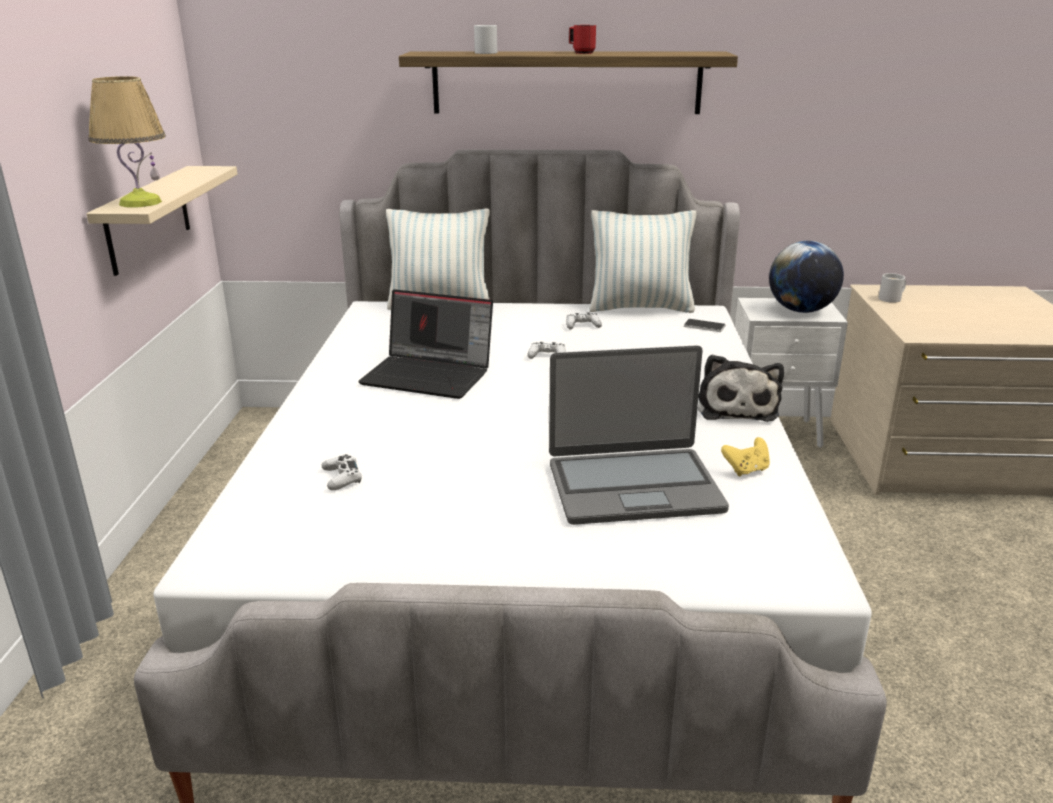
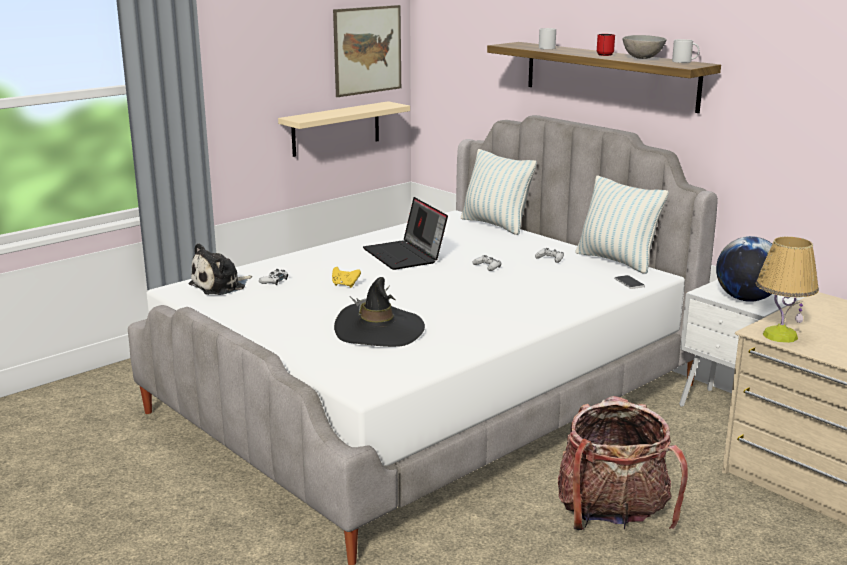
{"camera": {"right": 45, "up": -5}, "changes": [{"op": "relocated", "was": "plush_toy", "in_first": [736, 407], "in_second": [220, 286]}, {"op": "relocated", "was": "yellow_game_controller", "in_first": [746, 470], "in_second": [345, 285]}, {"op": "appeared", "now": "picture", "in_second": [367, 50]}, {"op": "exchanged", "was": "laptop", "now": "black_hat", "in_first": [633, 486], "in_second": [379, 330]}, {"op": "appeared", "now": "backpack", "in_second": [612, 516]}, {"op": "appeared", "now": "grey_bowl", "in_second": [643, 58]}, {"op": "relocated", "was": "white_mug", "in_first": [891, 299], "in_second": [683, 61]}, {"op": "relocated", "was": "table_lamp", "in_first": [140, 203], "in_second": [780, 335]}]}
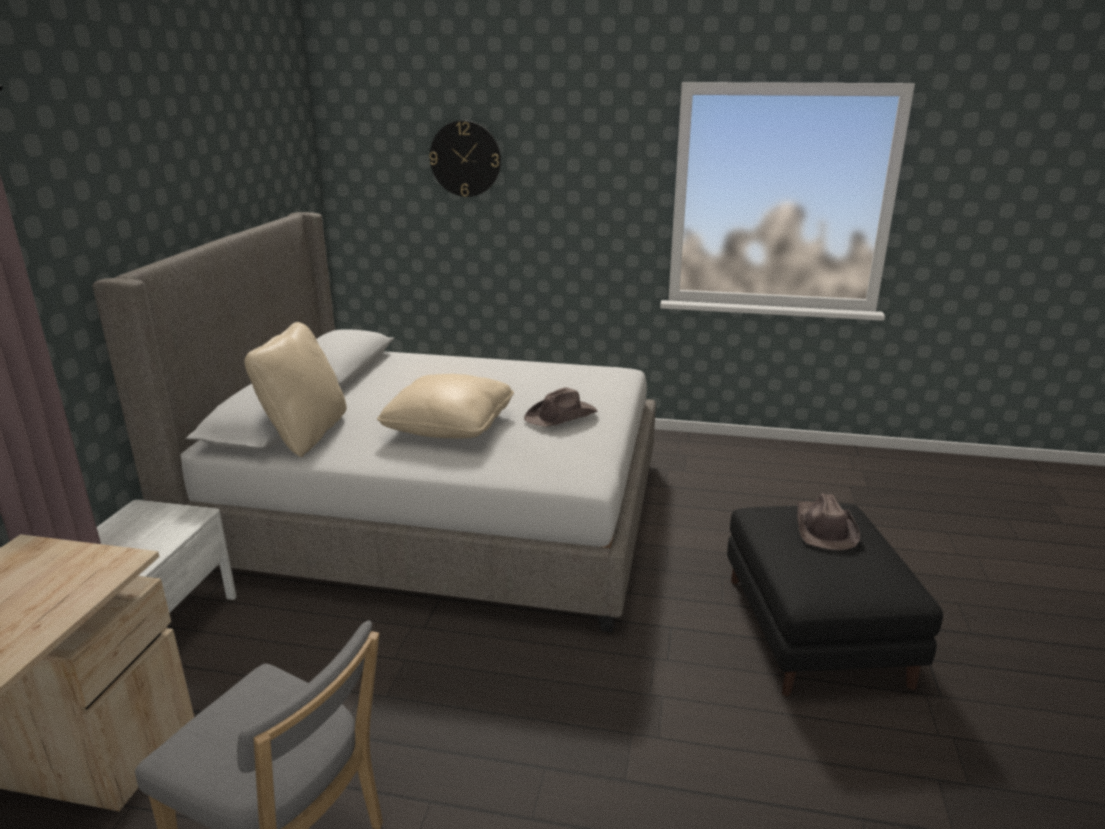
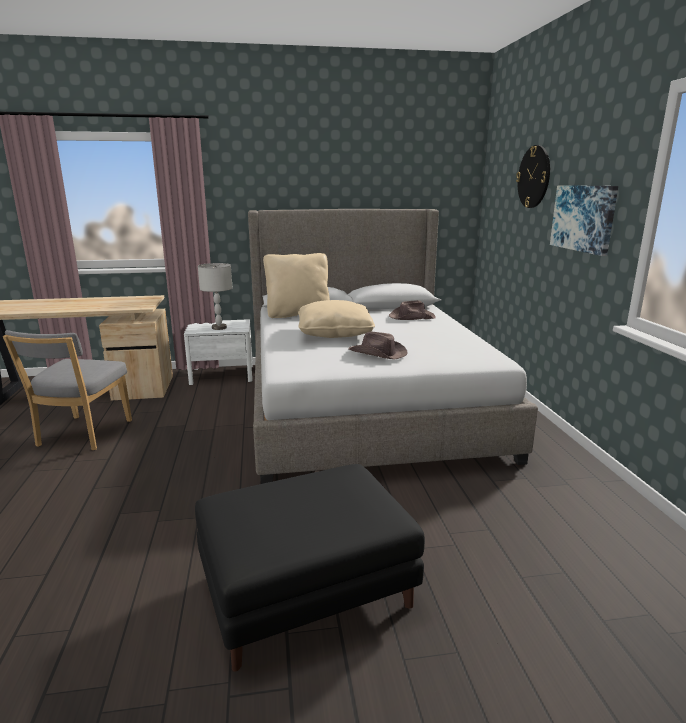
{"camera": {"right": 70, "up": -5}, "changes": [{"op": "appeared", "now": "grey_table_lamp", "in_second": [219, 328]}, {"op": "relocated", "was": "brown_hat", "in_first": [824, 528], "in_second": [411, 317]}, {"op": "appeared", "now": "picture", "in_second": [583, 218]}]}
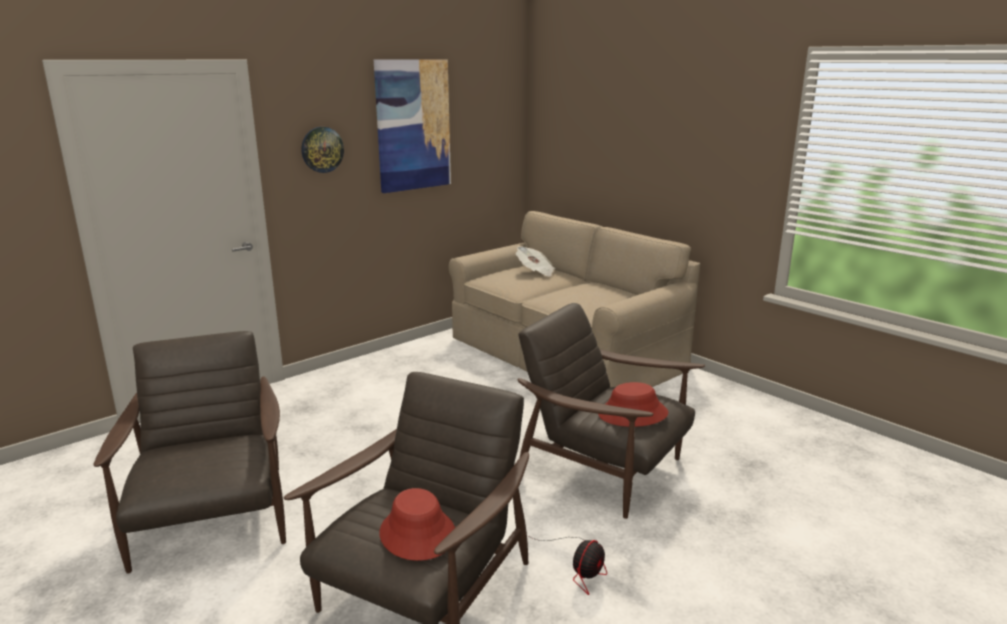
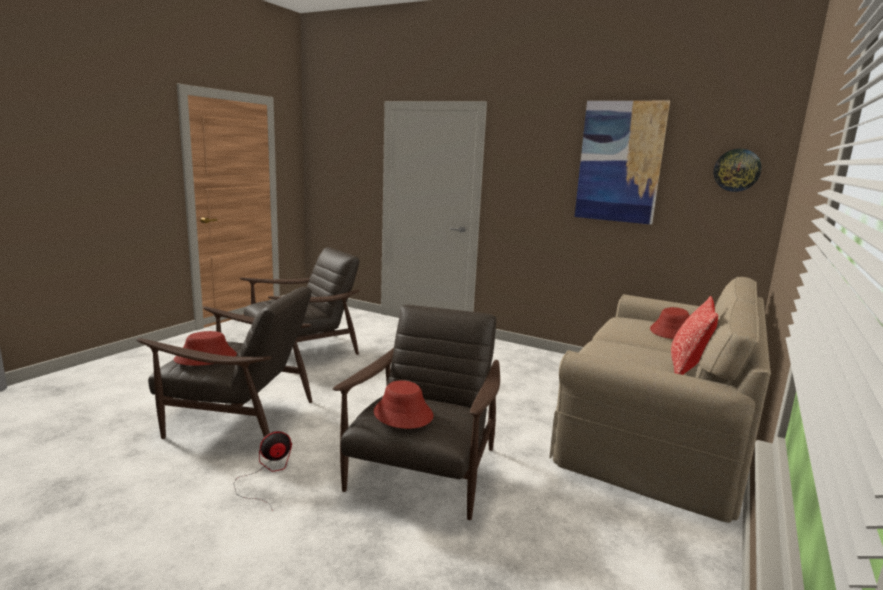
{"camera": {"right": 70, "up": -5}, "changes": [{"op": "spun", "was": "fan", "in_first": [582, 567], "in_second": [267, 473], "clockwise": 135}, {"op": "exchanged", "was": "newspaper", "now": "red_hat", "in_first": [535, 272], "in_second": [672, 331]}, {"op": "appeared", "now": "pillow", "in_second": [687, 370]}, {"op": "relocated", "was": "wall_clock", "in_first": [322, 149], "in_second": [737, 170]}]}
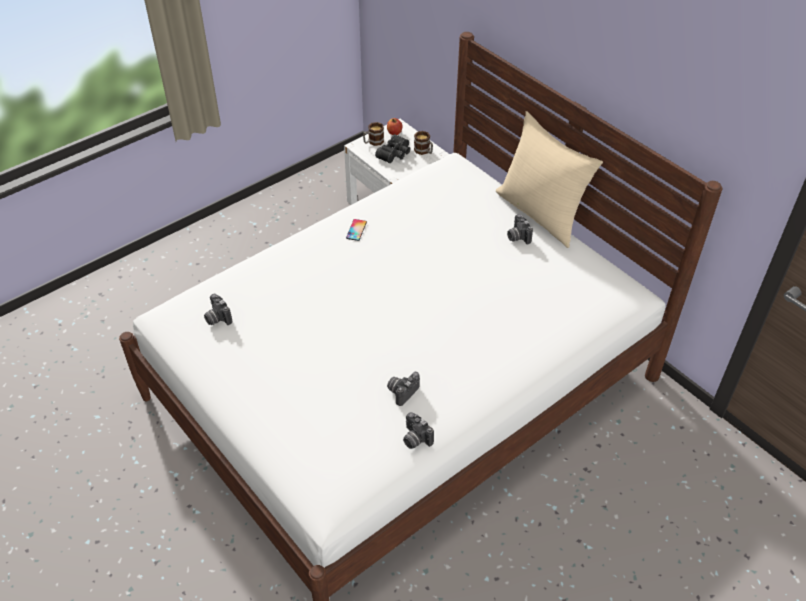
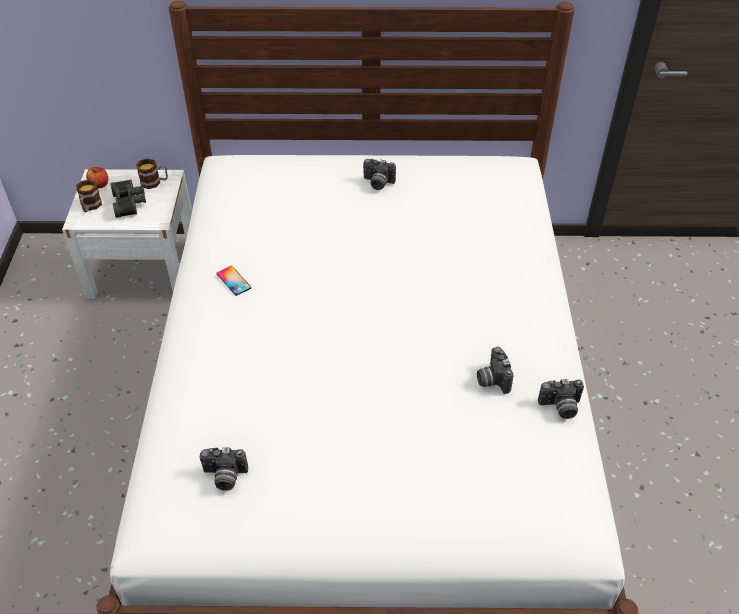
{"camera": {"right": -50, "up": 0}, "changes": [{"op": "missing", "was": "beige_pillow", "in_first": [541, 213]}]}
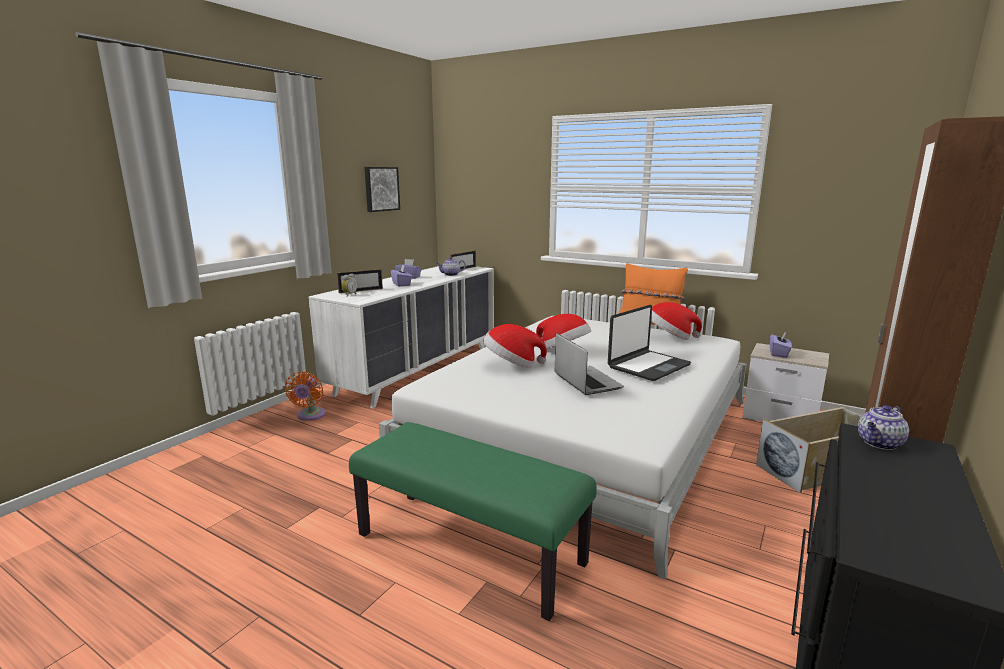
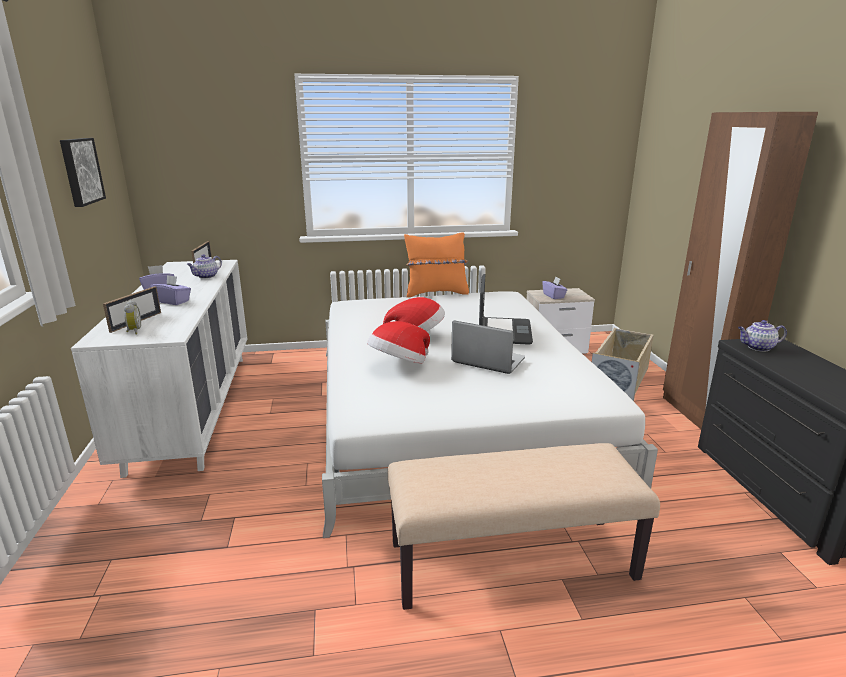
{"camera": {"right": -40, "up": 5}, "changes": [{"op": "colour", "was": "green_bench", "now": "beige_bench", "in_first": [471, 548], "in_second": [512, 560]}, {"op": "spun", "was": "teapot", "in_first": [879, 443], "in_second": [757, 347], "clockwise": 75}, {"op": "missing", "was": "orange_fan", "in_first": [310, 416]}, {"op": "missing", "was": "hat", "in_first": [669, 337]}]}
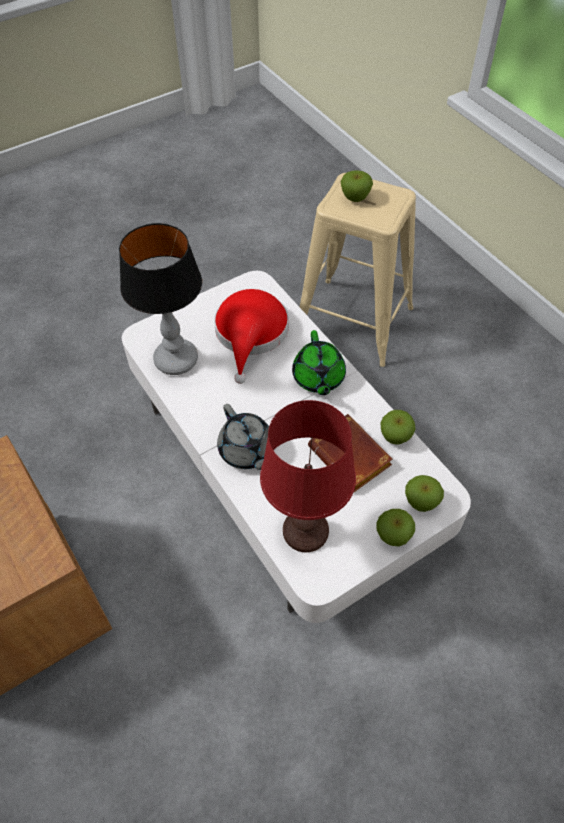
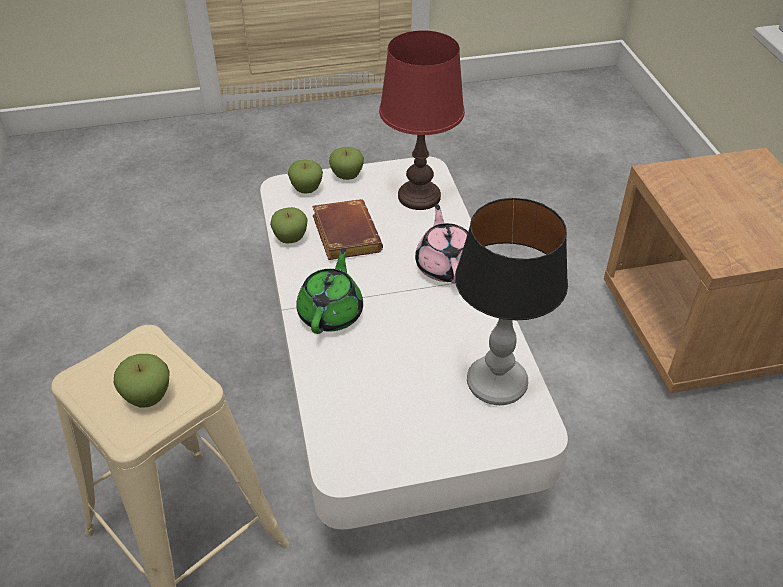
{"camera": {"right": -160, "up": -10}, "changes": [{"op": "colour", "was": "grey_teapot", "now": "pink_teapot", "in_first": [247, 451], "in_second": [446, 266]}, {"op": "missing", "was": "red_hat", "in_first": [251, 334]}]}
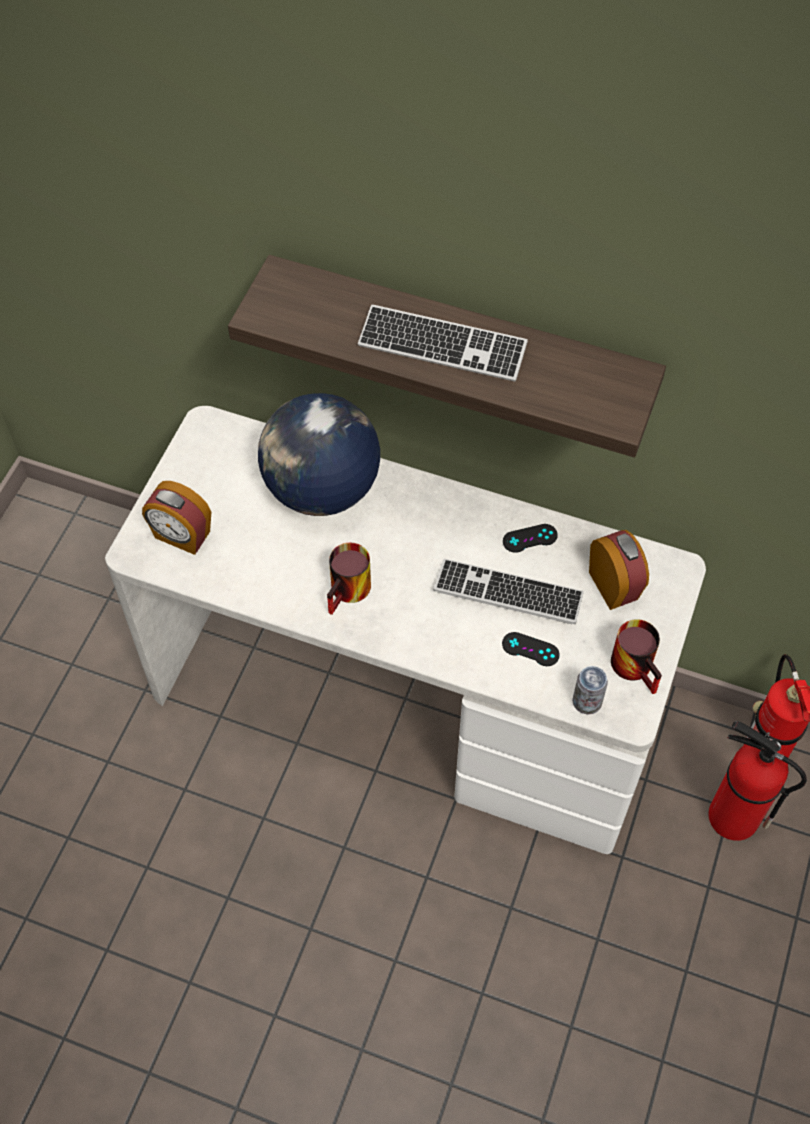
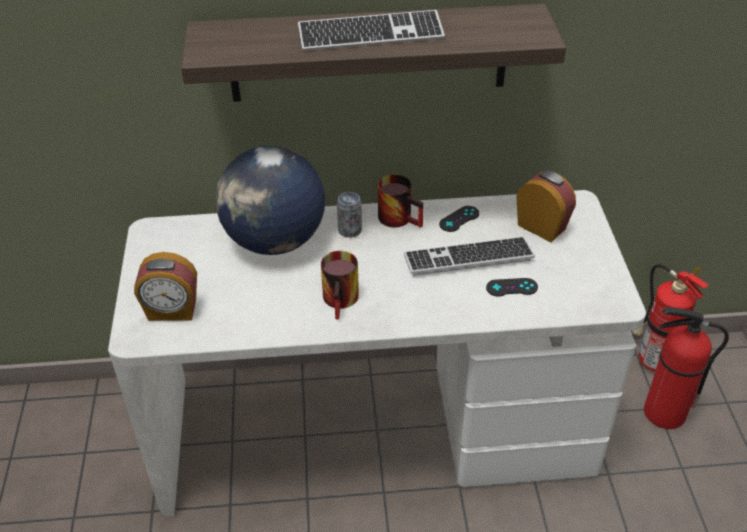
{"camera": {"right": -25, "up": -15}, "changes": [{"op": "relocated", "was": "can", "in_first": [587, 701], "in_second": [350, 230]}, {"op": "relocated", "was": "mug", "in_first": [638, 666], "in_second": [401, 217]}]}
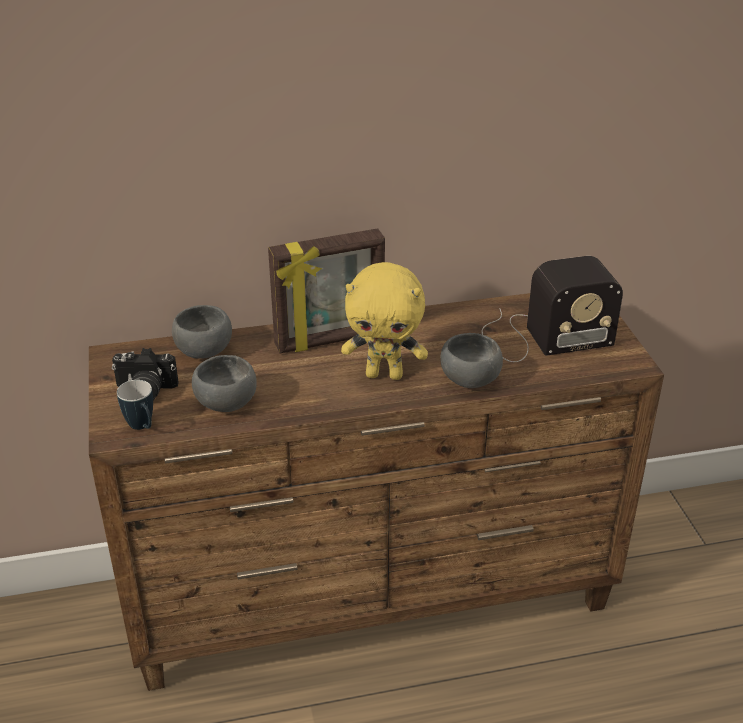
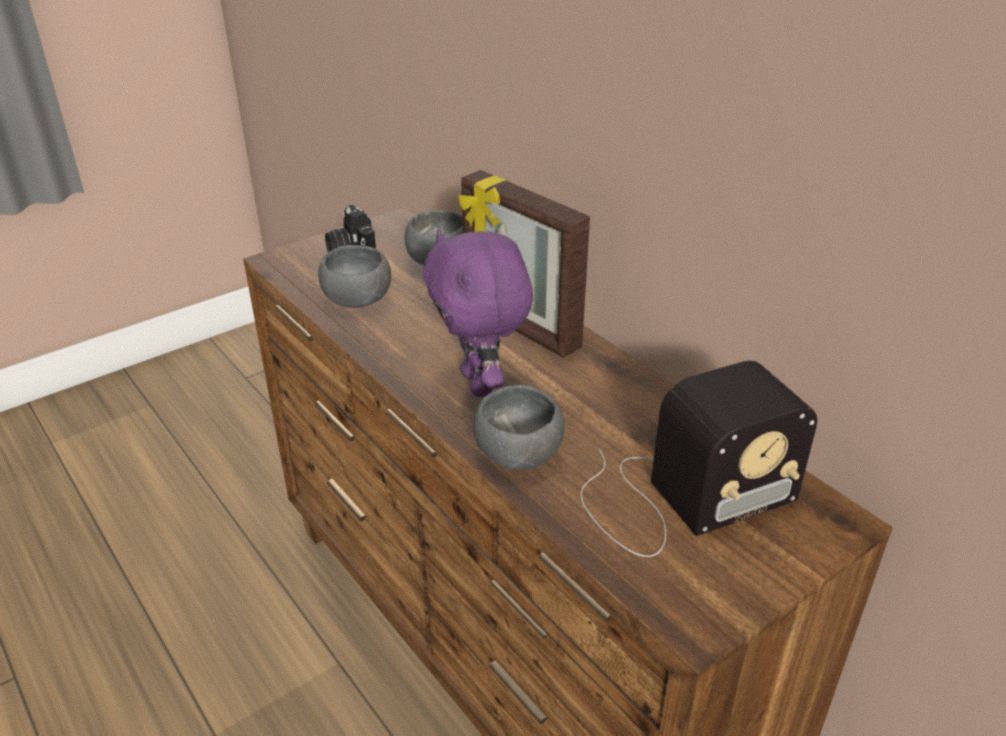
{"camera": {"right": 65, "up": 0}, "changes": [{"op": "colour", "was": "yellow_plush_toy", "now": "purple_plush_toy", "in_first": [385, 374], "in_second": [480, 384]}, {"op": "spun", "was": "radio", "in_first": [541, 337], "in_second": [679, 498], "clockwise": -75}, {"op": "missing", "was": "mug", "in_first": [143, 427]}]}
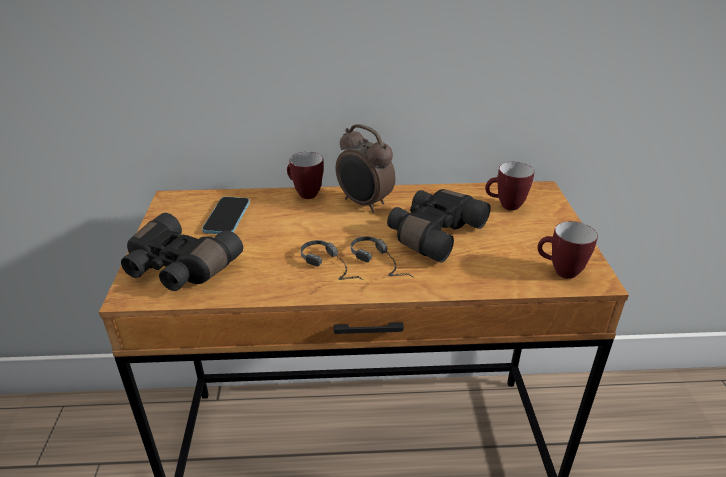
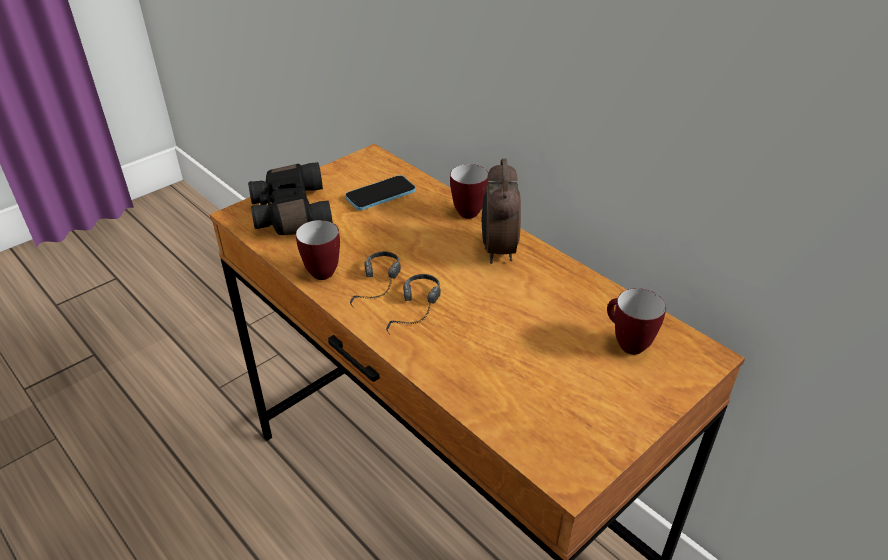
{"camera": {"right": 50, "up": 5}, "changes": [{"op": "relocated", "was": "mug", "in_first": [559, 271], "in_second": [321, 270]}, {"op": "missing", "was": "black_binoculars", "in_first": [433, 233]}]}
